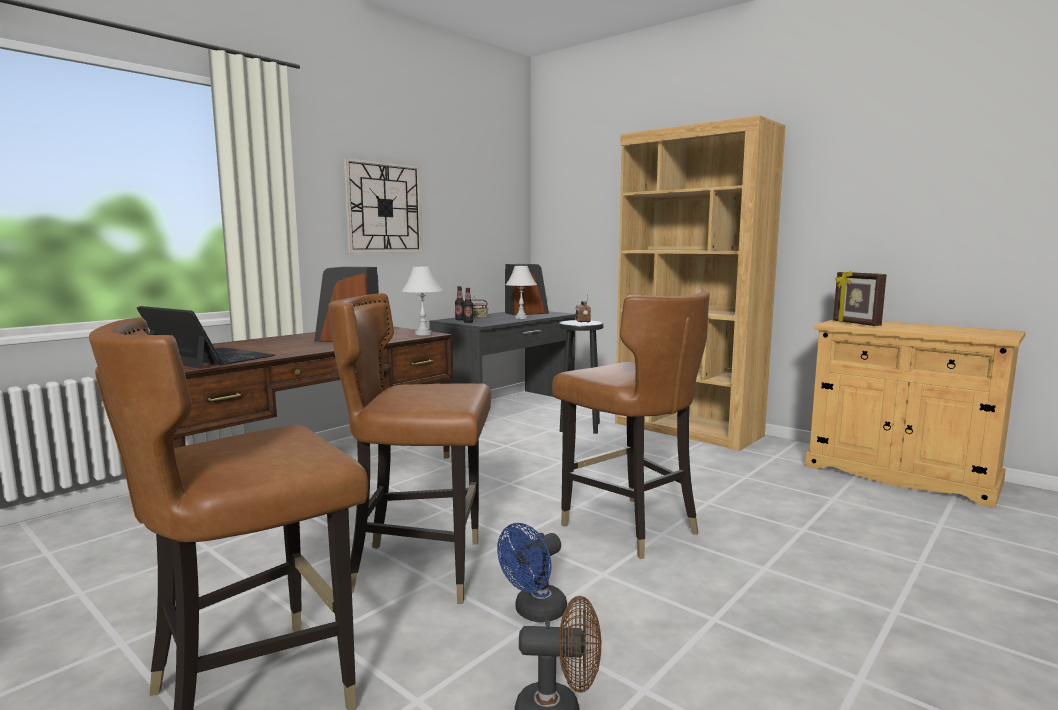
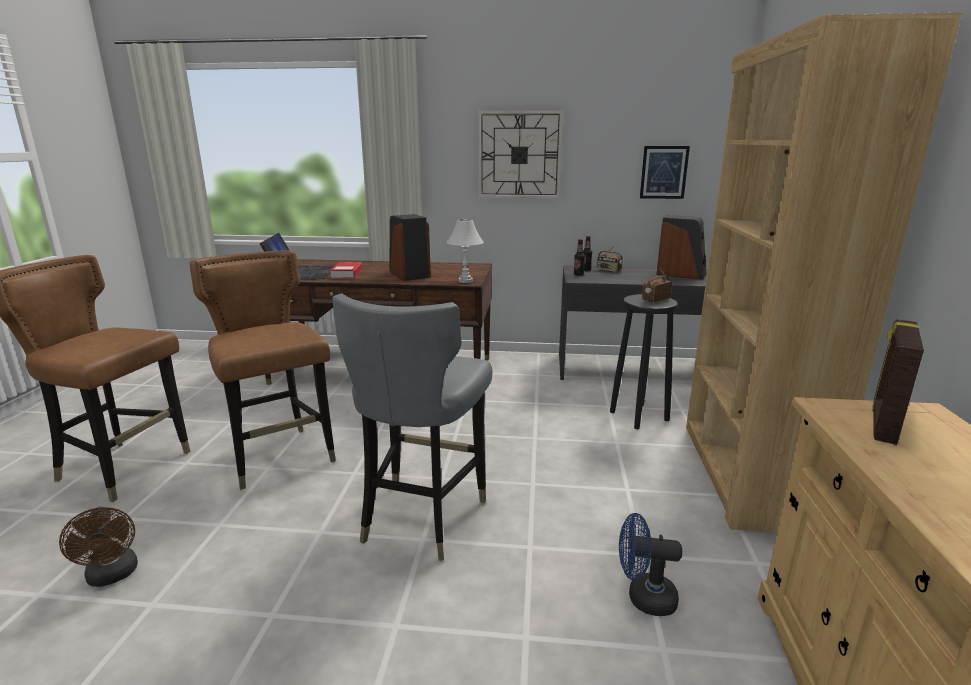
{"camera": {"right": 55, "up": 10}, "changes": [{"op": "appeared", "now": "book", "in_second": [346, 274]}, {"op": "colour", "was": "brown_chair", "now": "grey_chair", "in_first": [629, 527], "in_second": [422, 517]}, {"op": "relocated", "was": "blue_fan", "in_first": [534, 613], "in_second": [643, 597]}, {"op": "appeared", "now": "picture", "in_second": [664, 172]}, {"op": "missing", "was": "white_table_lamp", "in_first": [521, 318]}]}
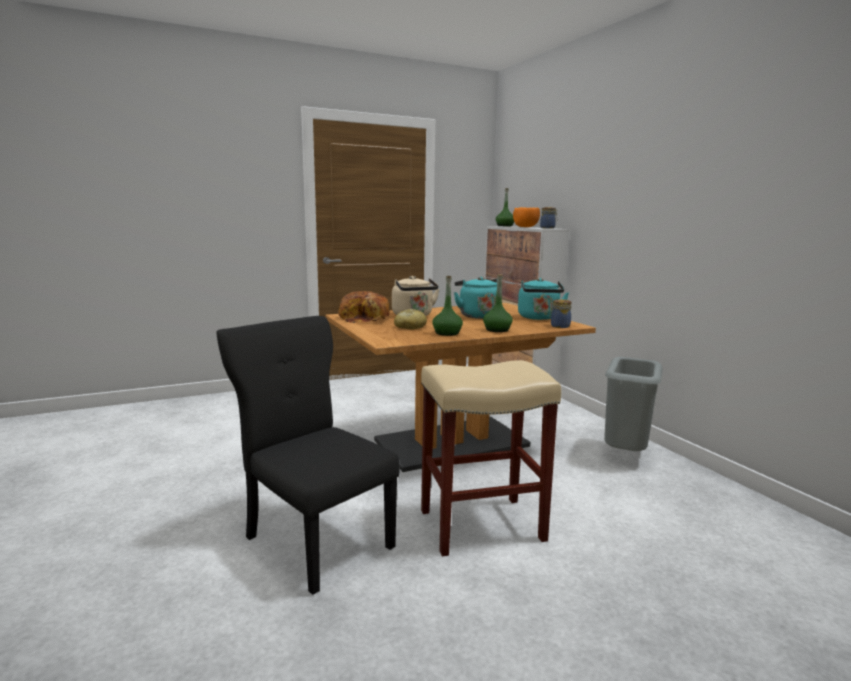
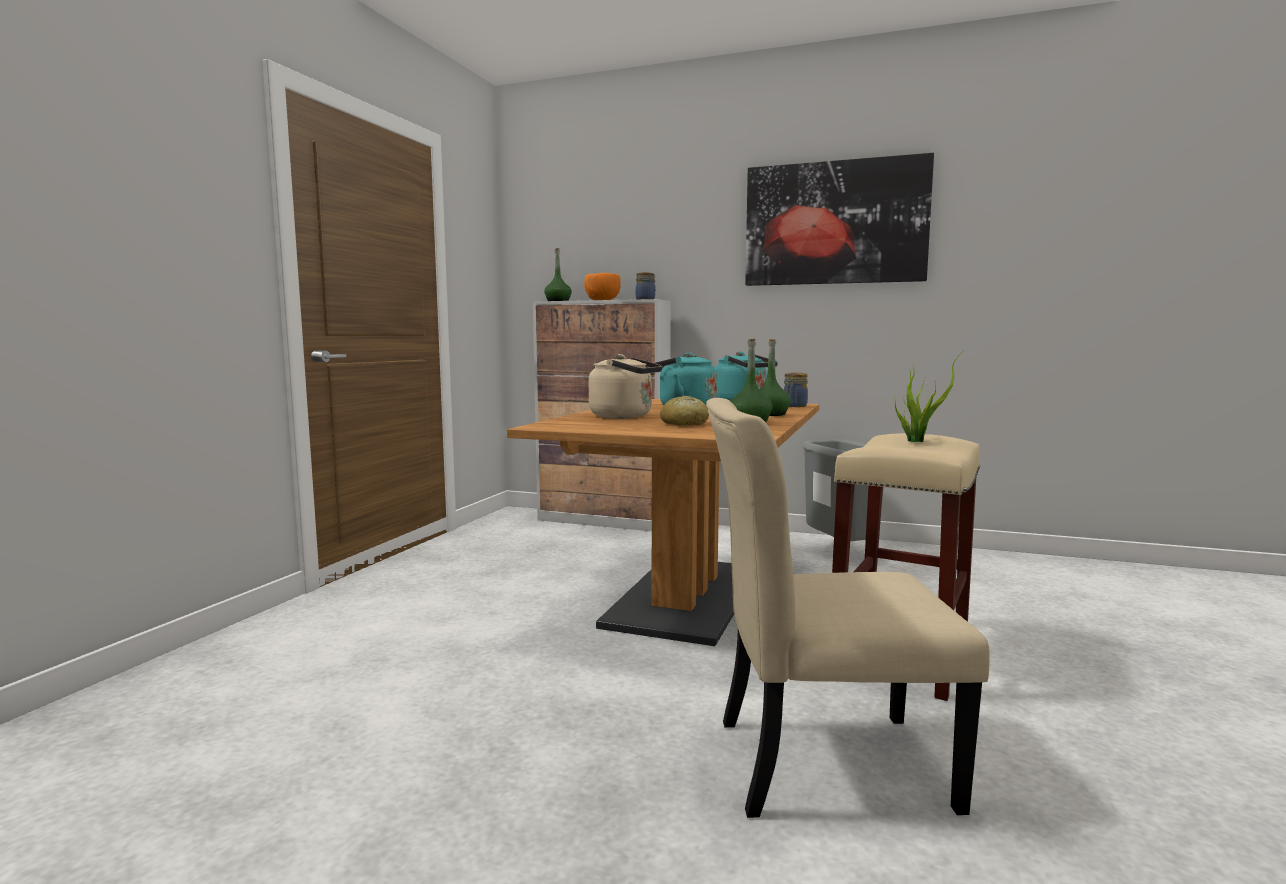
{"camera": {"right": -45, "up": -5}, "changes": [{"op": "colour", "was": "black_chair", "now": "beige_chair", "in_first": [316, 539], "in_second": [820, 763]}, {"op": "appeared", "now": "picture", "in_second": [835, 223]}, {"op": "appeared", "now": "potted_plant", "in_second": [917, 441]}, {"op": "missing", "was": "bread", "in_first": [365, 318]}]}
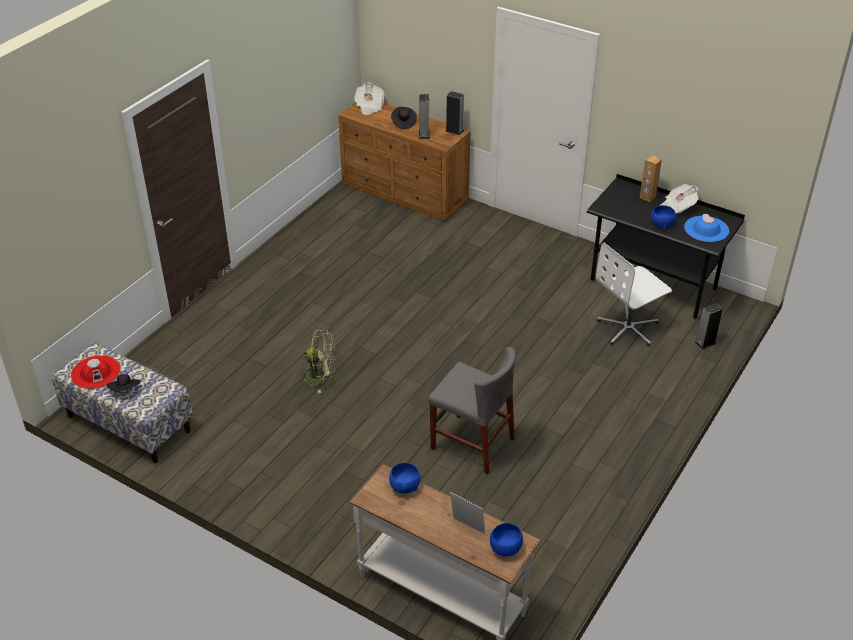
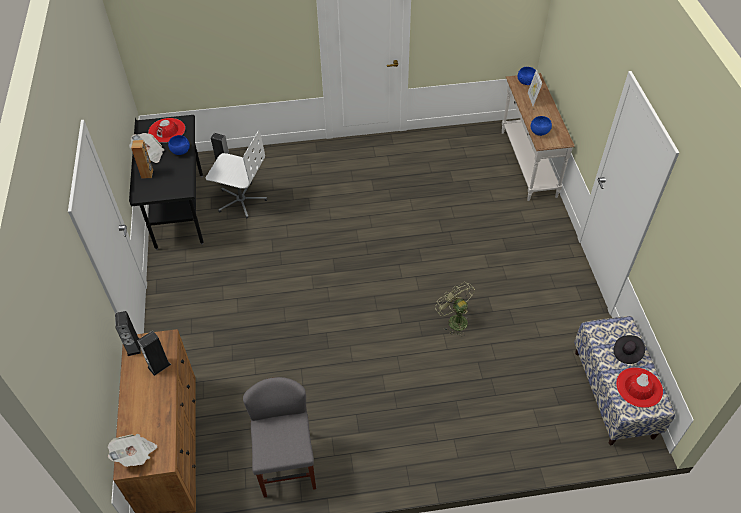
{"camera": {"right": -130, "up": 10}, "changes": [{"op": "colour", "was": "blue_hat", "now": "red_hat", "in_first": [706, 229], "in_second": [167, 130]}, {"op": "relocated", "was": "grey_chair", "in_first": [472, 443], "in_second": [287, 464]}, {"op": "missing", "was": "black_hat", "in_first": [403, 123]}]}
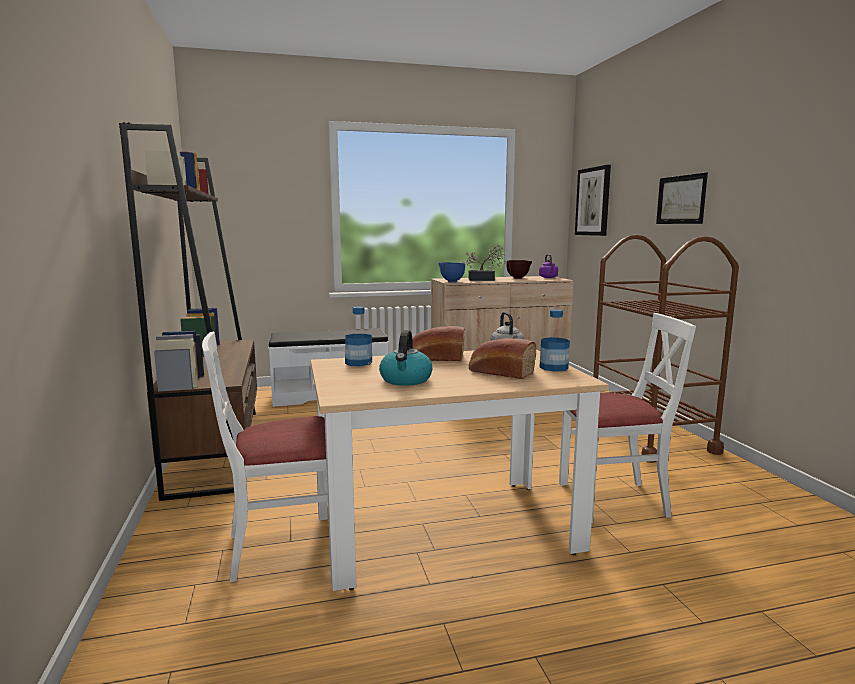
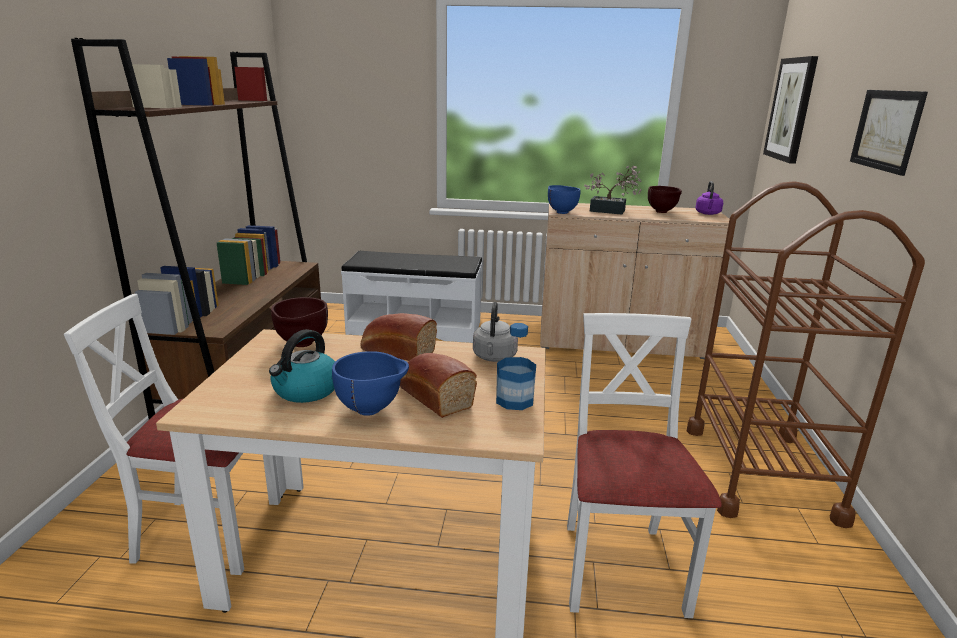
{"camera": {"right": 20, "up": 10}, "changes": [{"op": "exchanged", "was": "bottle", "now": "brown_bowl", "in_first": [358, 362], "in_second": [301, 345]}, {"op": "appeared", "now": "blue_bowl", "in_second": [372, 410]}, {"op": "spun", "was": "white_chair", "in_first": [612, 500], "in_second": [620, 568], "clockwise": -105}]}
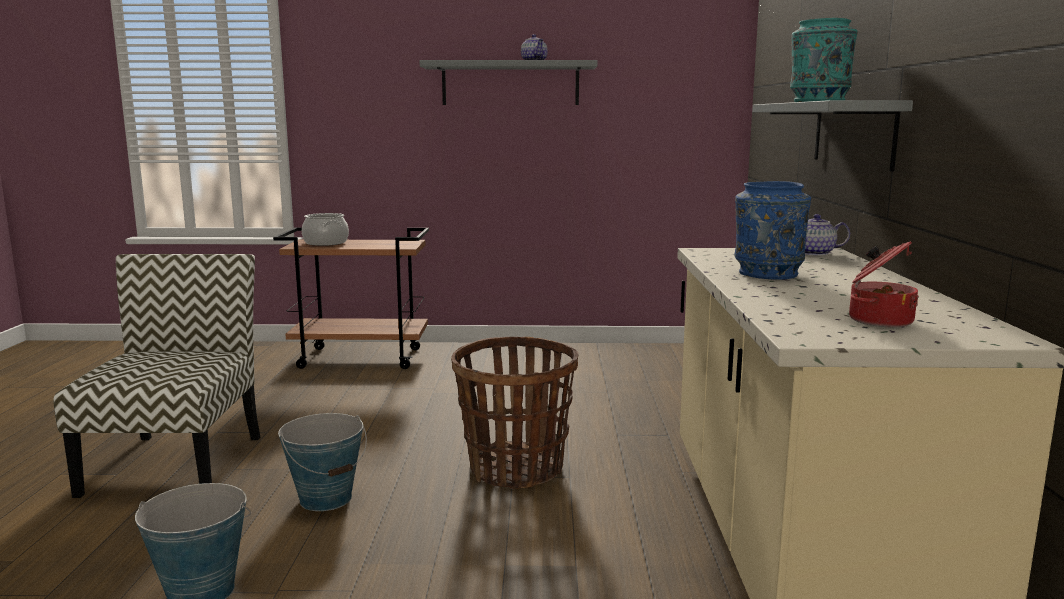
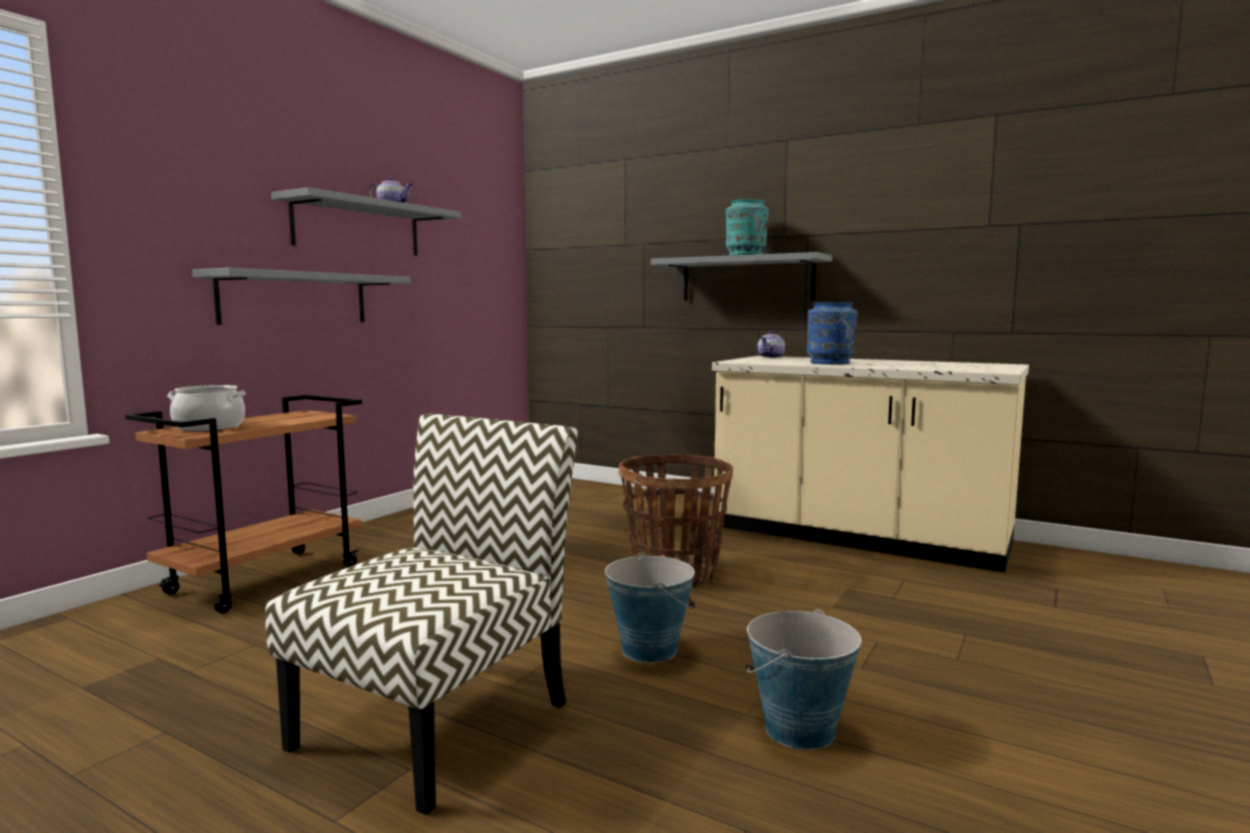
{"camera": {"right": -60, "up": -5}, "changes": [{"op": "appeared", "now": "grey_shelf", "in_second": [295, 298]}, {"op": "spun", "was": "chair", "in_first": [175, 463], "in_second": [435, 722], "clockwise": 90}, {"op": "missing", "was": "cooking_pot", "in_first": [878, 320]}]}
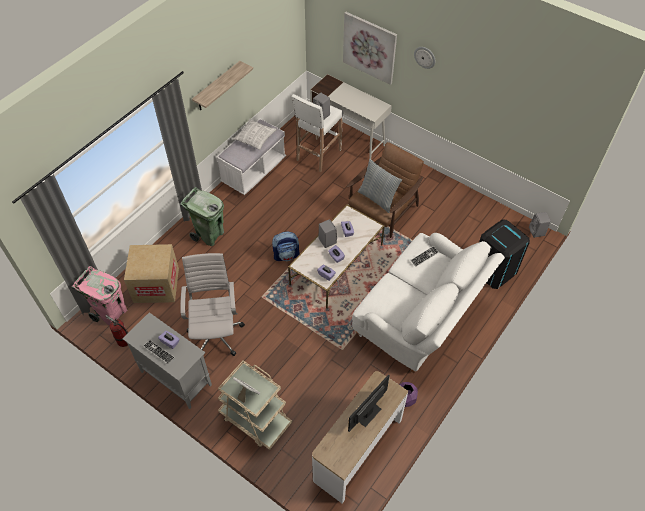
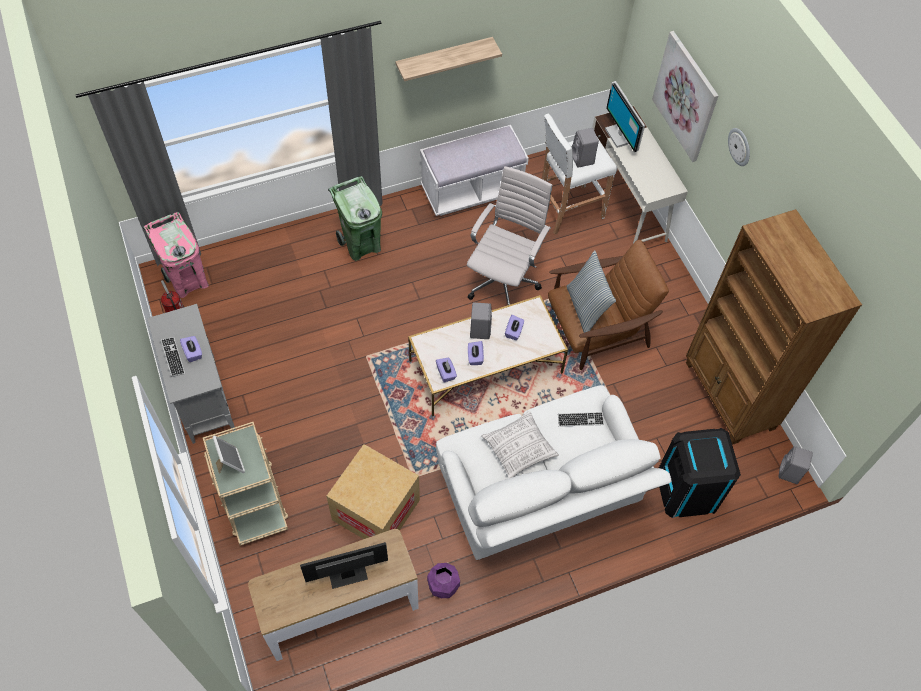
{"camera": {"right": 30, "up": 5}, "changes": [{"op": "relocated", "was": "cardboard_box", "in_first": [156, 285], "in_second": [376, 510]}, {"op": "relocated", "was": "white_office_chair", "in_first": [216, 333], "in_second": [504, 281]}, {"op": "relocated", "was": "pillow", "in_first": [255, 138], "in_second": [518, 449]}, {"op": "appeared", "now": "monitor", "in_second": [621, 135]}, {"op": "appeared", "now": "brown_bookcase", "in_second": [729, 396]}, {"op": "missing", "was": "backpack", "in_first": [286, 255]}]}
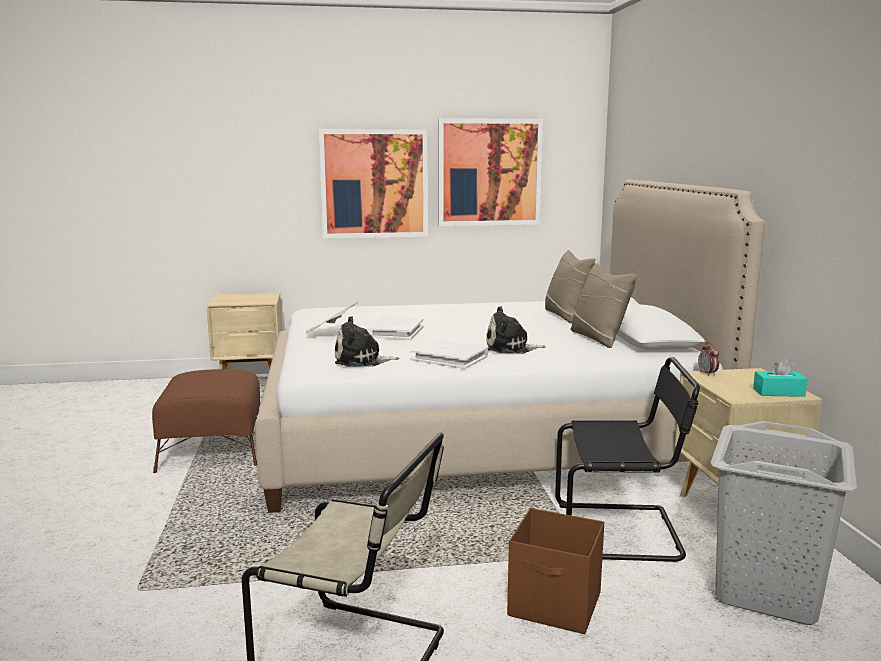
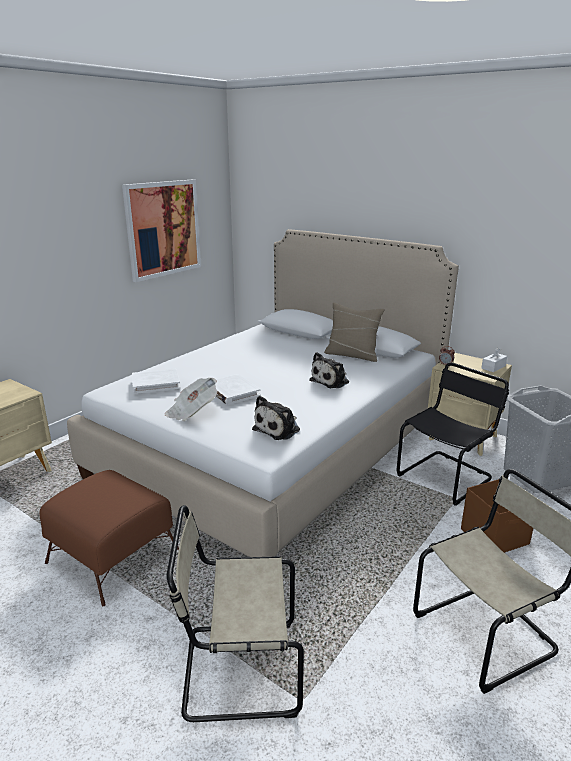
{"camera": {"right": -45, "up": 10}, "changes": [{"op": "relocated", "was": "white_book", "in_first": [450, 358], "in_second": [156, 383]}, {"op": "appeared", "now": "beige_chair", "in_second": [236, 670]}, {"op": "colour", "was": "turquoise_tissue_box", "now": "white_tissue_box", "in_first": [778, 392], "in_second": [493, 367]}, {"op": "missing", "was": "picture", "in_first": [374, 184]}, {"op": "missing", "was": "beige_pillow", "in_first": [566, 315]}]}
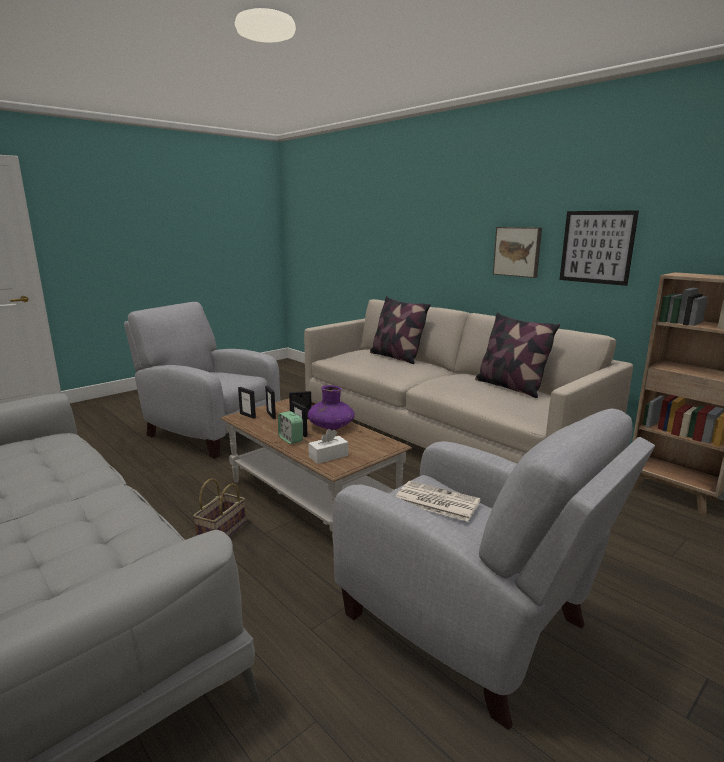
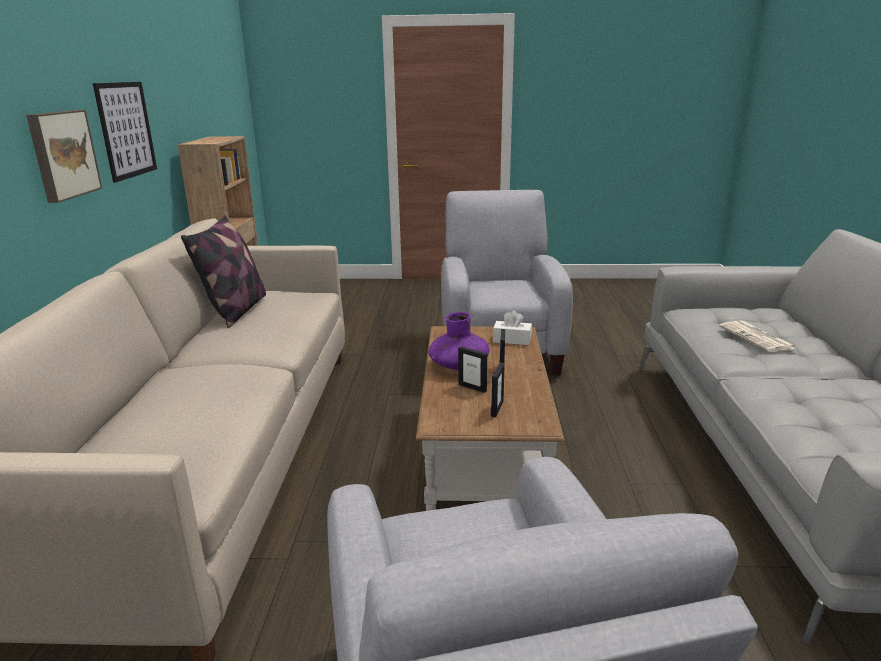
{"camera": {"right": -135, "up": 5}, "changes": [{"op": "relocated", "was": "newspaper", "in_first": [435, 501], "in_second": [757, 338]}, {"op": "missing", "was": "basket", "in_first": [222, 531]}, {"op": "missing", "was": "picture_frame", "in_first": [248, 415]}, {"op": "missing", "was": "alarm_clock", "in_first": [290, 439]}, {"op": "missing", "was": "pillow", "in_first": [396, 357]}]}
